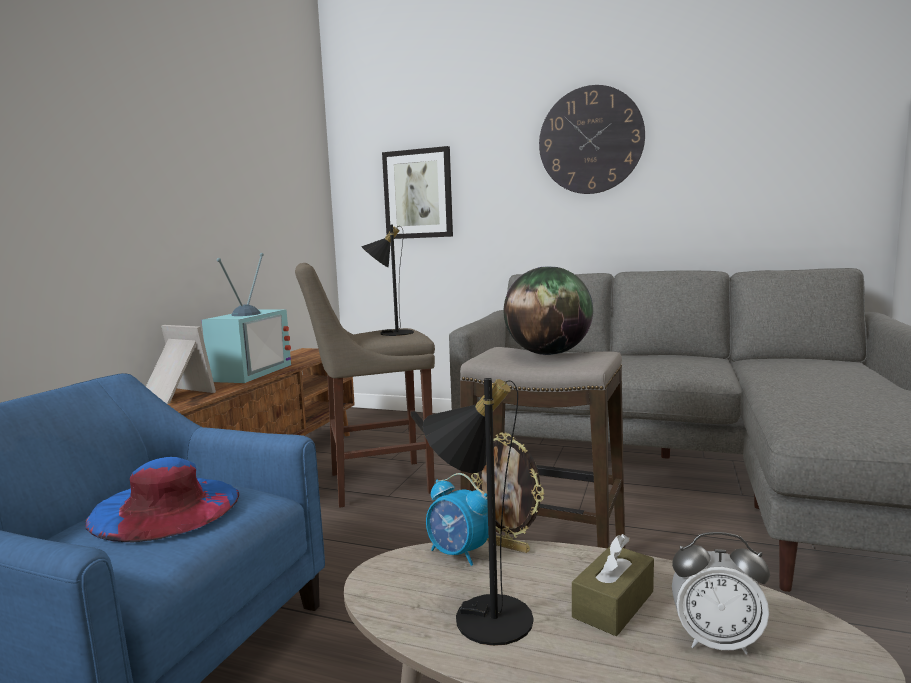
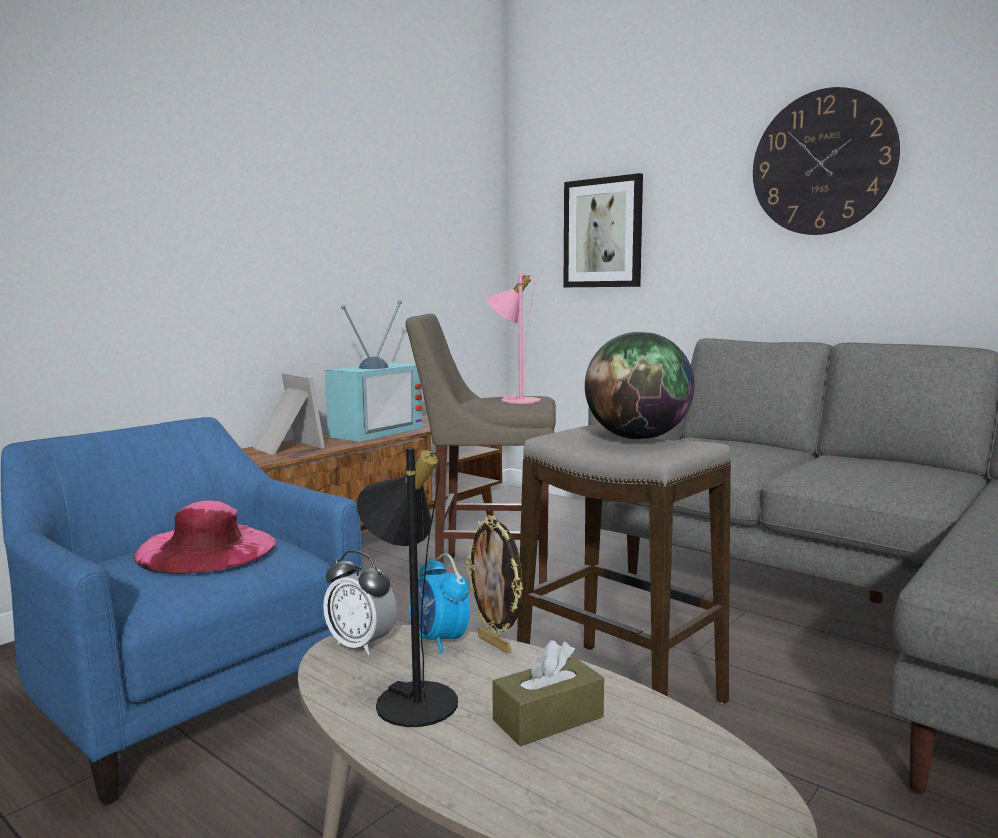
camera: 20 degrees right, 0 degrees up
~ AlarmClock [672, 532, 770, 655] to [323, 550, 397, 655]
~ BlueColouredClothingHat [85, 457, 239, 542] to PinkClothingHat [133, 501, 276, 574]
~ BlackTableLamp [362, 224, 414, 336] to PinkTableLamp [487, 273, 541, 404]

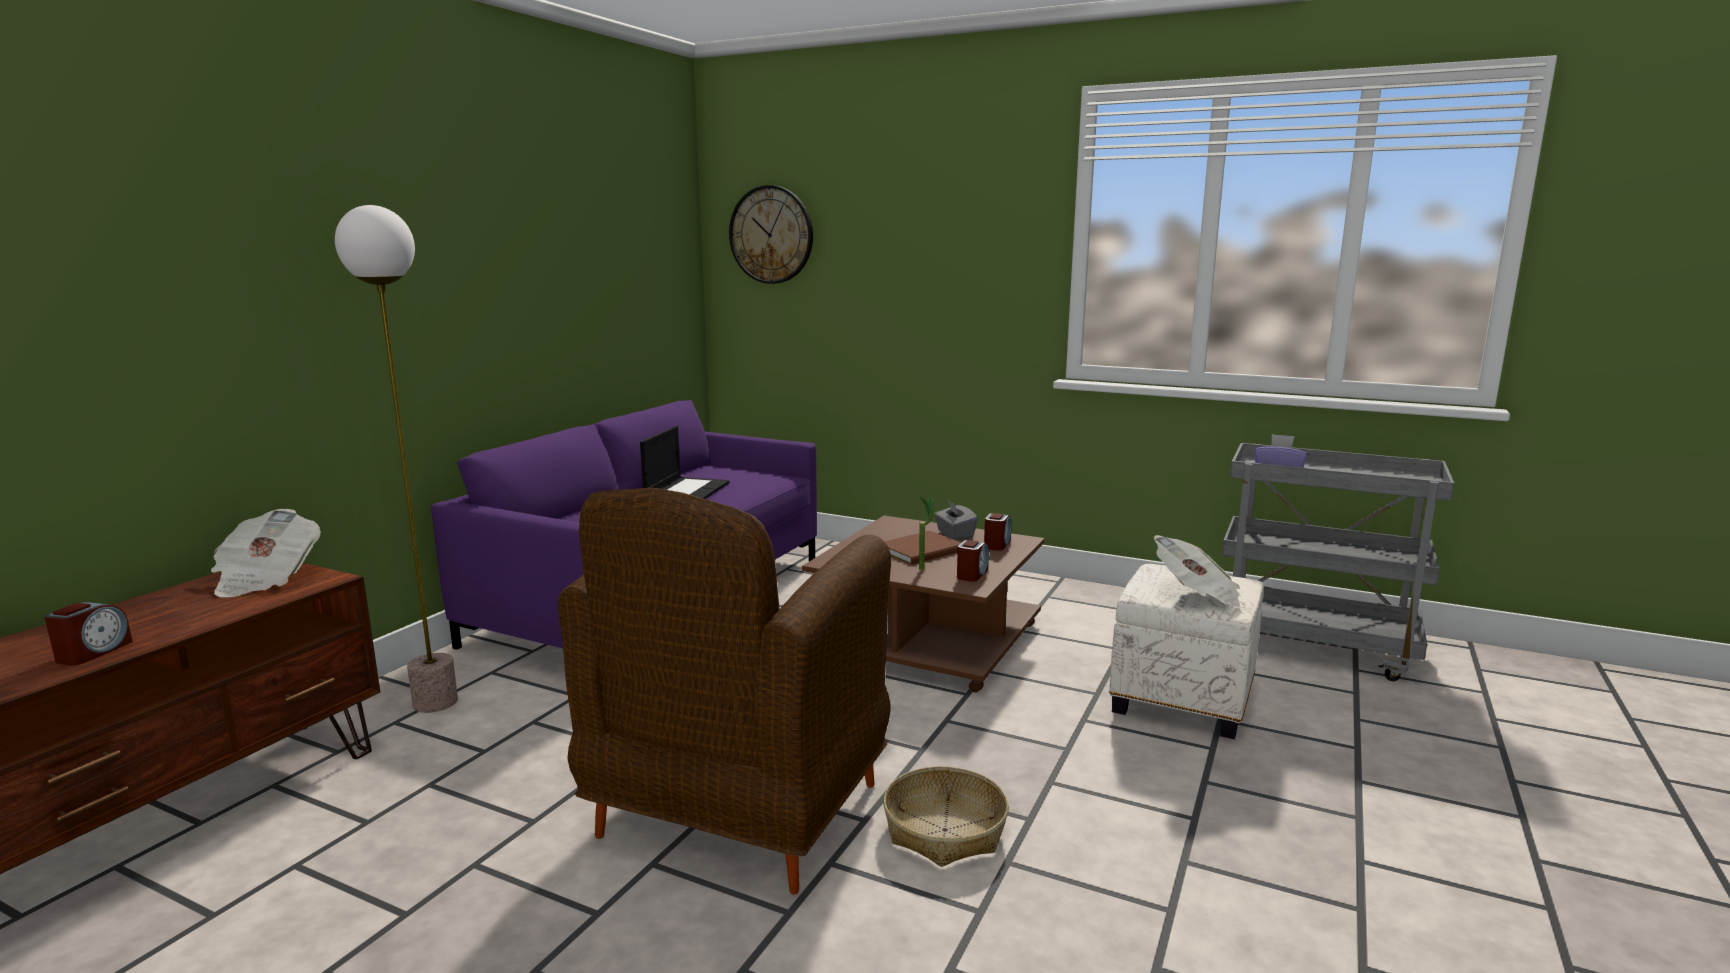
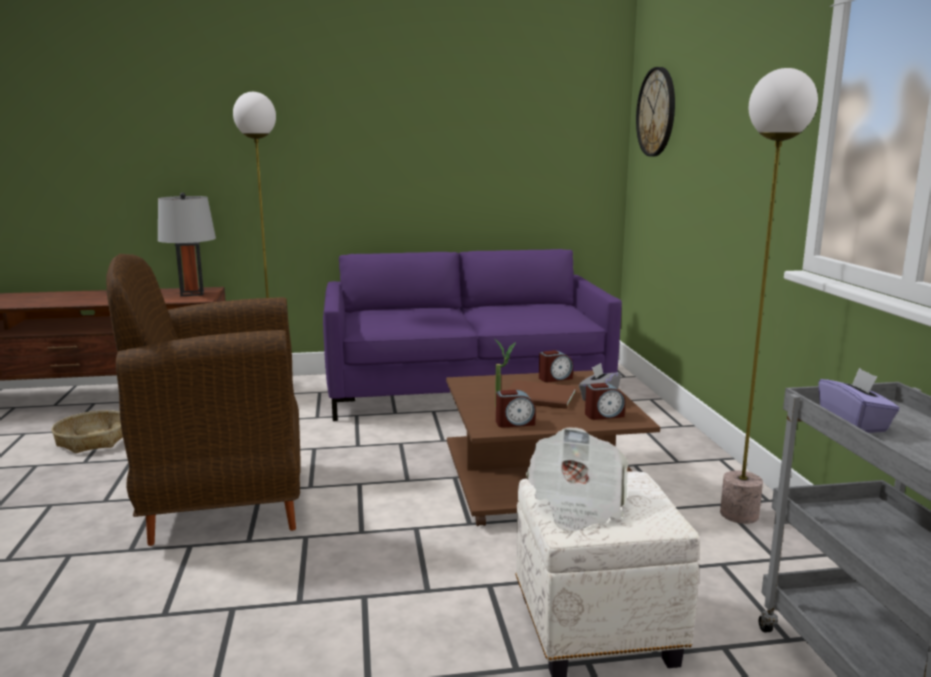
camera: 55 degrees right, 0 degrees up
- Laptop [640, 426, 730, 499]
+ FloorLamp [720, 68, 818, 524]
~ AlarmClock [44, 602, 133, 665] to [539, 350, 573, 382]
~ Basket [883, 766, 1009, 867] to [51, 410, 123, 453]
~ Newspaper [211, 509, 321, 597] to GreyTableLamp [158, 192, 216, 296]

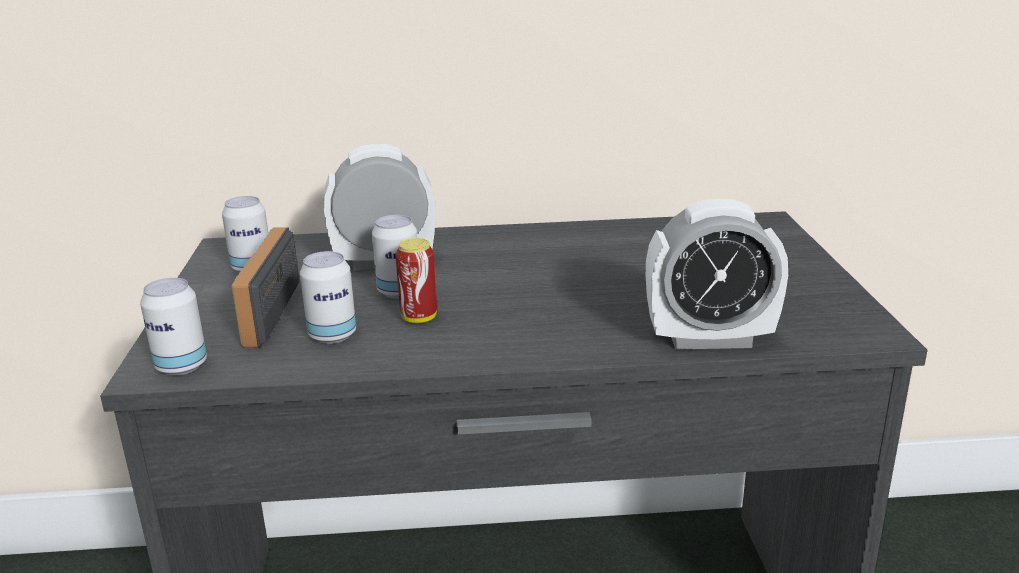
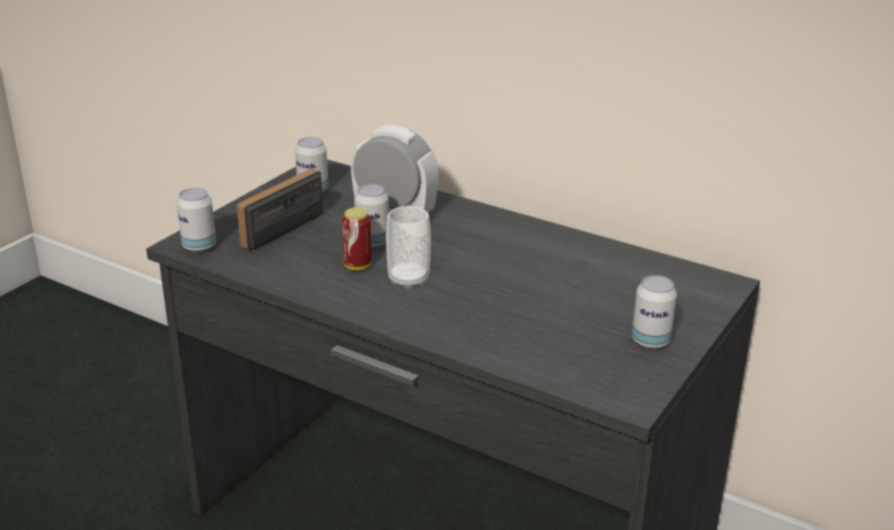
camera: 35 degrees right, 5 degrees up
- AlarmClock [646, 199, 788, 350]
+ Cup [386, 206, 431, 289]
~ MetalCan [300, 251, 356, 344] to [632, 275, 677, 349]

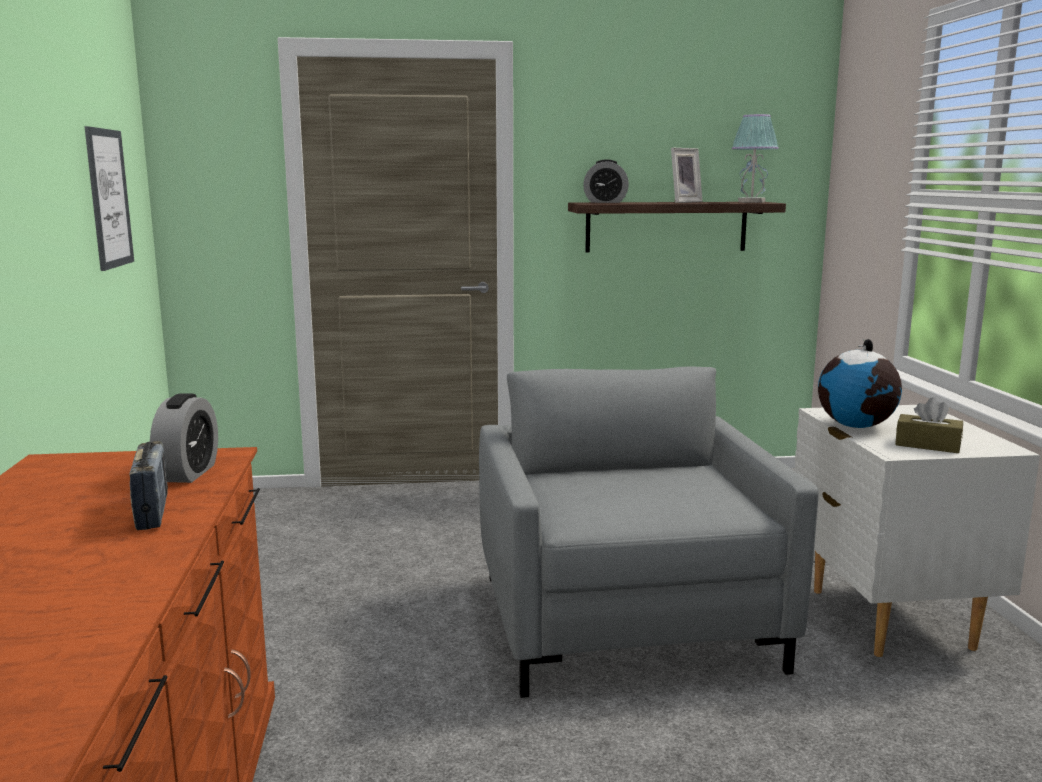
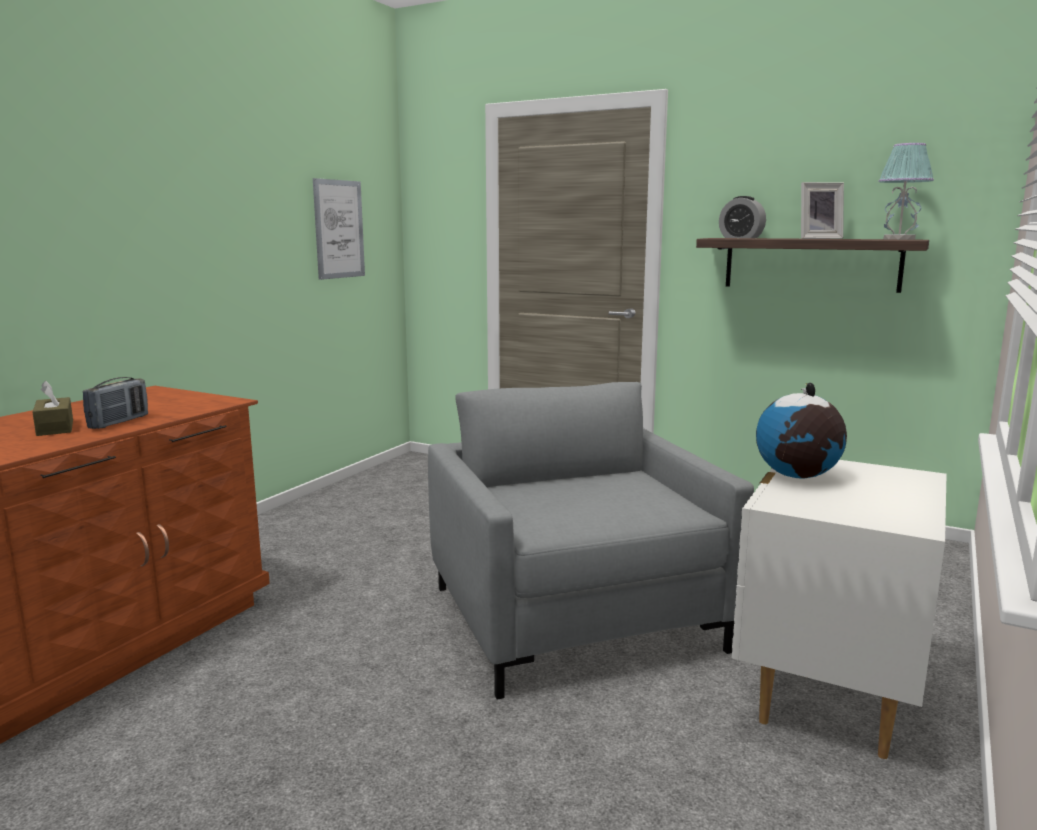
camera: 35 degrees right, 0 degrees up
- AlarmClock [150, 393, 218, 483]
~ BrownishTissueBox [895, 397, 963, 453] to [32, 381, 73, 436]
~ GreyLoungeChair [479, 367, 819, 698] = [428, 382, 754, 700] 45 degrees counterclockwise

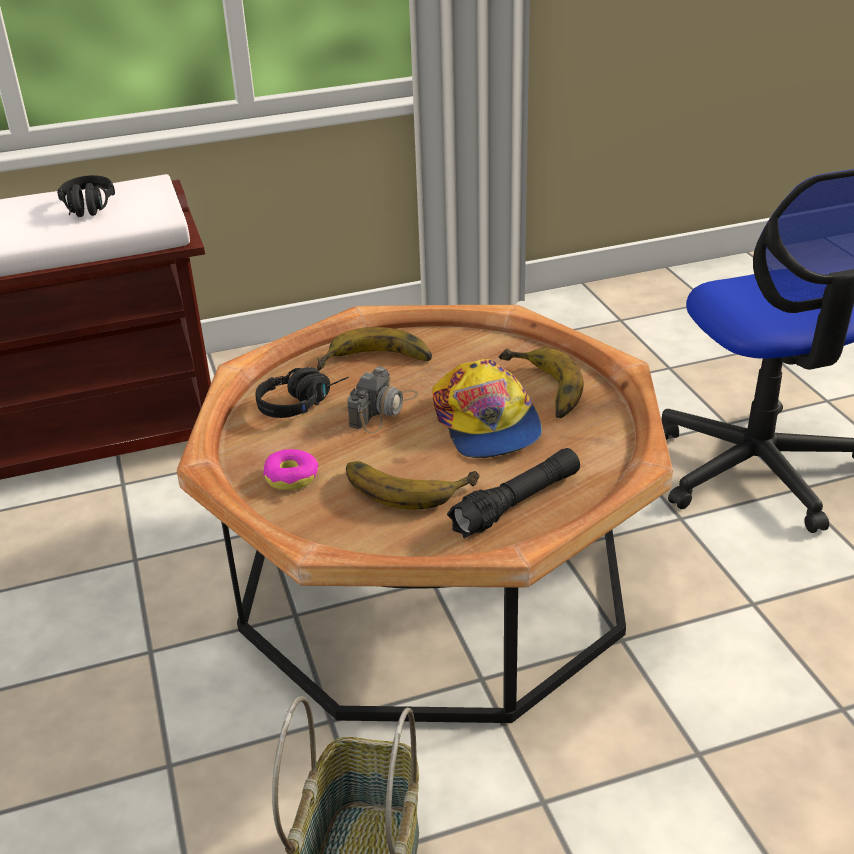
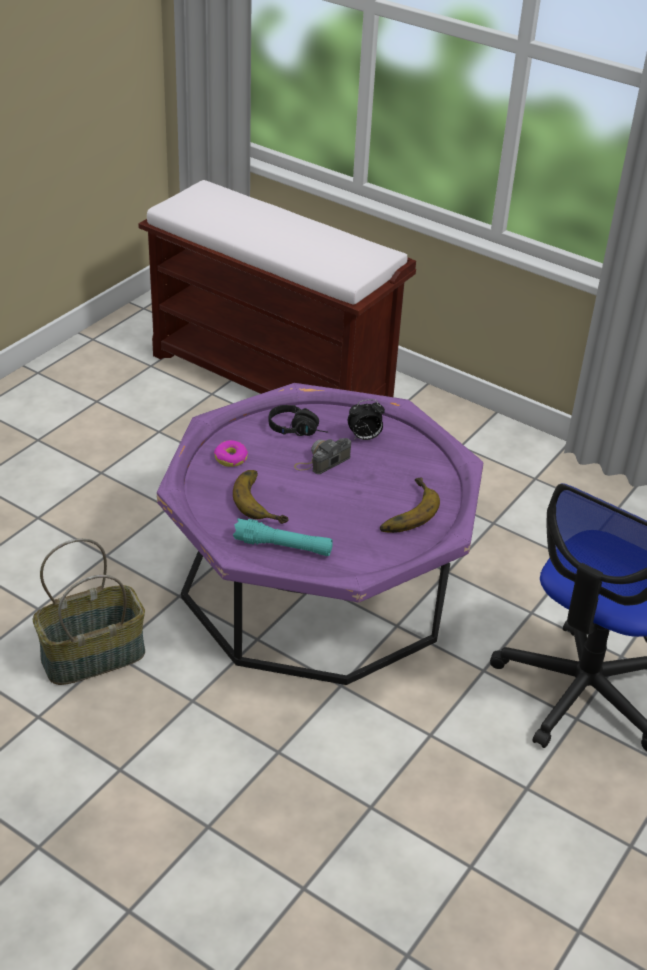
camera: 50 degrees right, 5 degrees up
- BlackHeadset [57, 175, 115, 217]
- BaseballCap [432, 359, 542, 458]
~ Banana [317, 327, 432, 371] to AlarmClock [348, 399, 385, 440]
~ BrownishCoffeeTable [177, 305, 673, 723] to PurpleColouredCoffeeTable [157, 383, 483, 685]
~ BlackFlashlight [447, 448, 580, 538] to TurquoiseFlashlight [233, 518, 333, 556]
~ PhotoCamera [347, 366, 418, 433] = [294, 438, 351, 474] 150 degrees clockwise

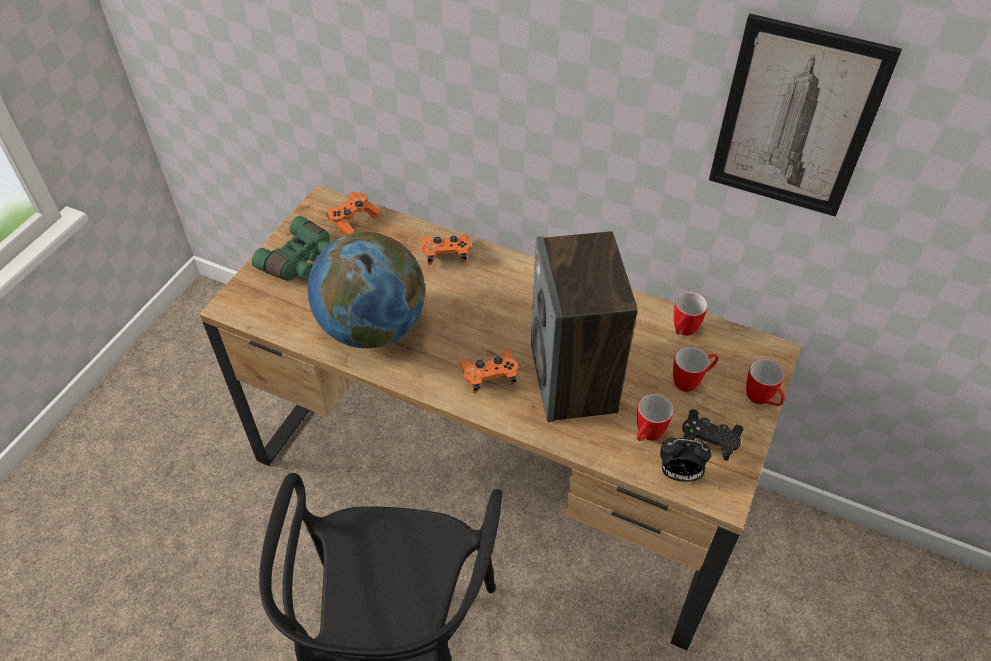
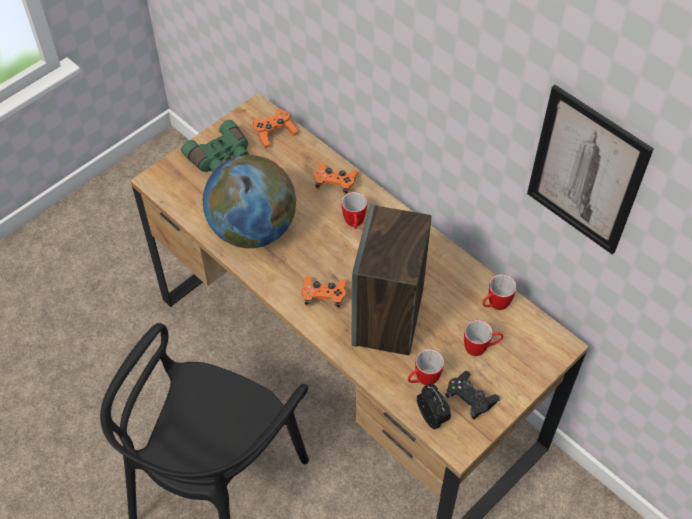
camera: 20 degrees right, 5 degrees up
~ TeaMug [746, 358, 785, 406] to [342, 192, 367, 229]
~ AlarmClock [660, 438, 711, 482] = [417, 384, 451, 429] 150 degrees counterclockwise

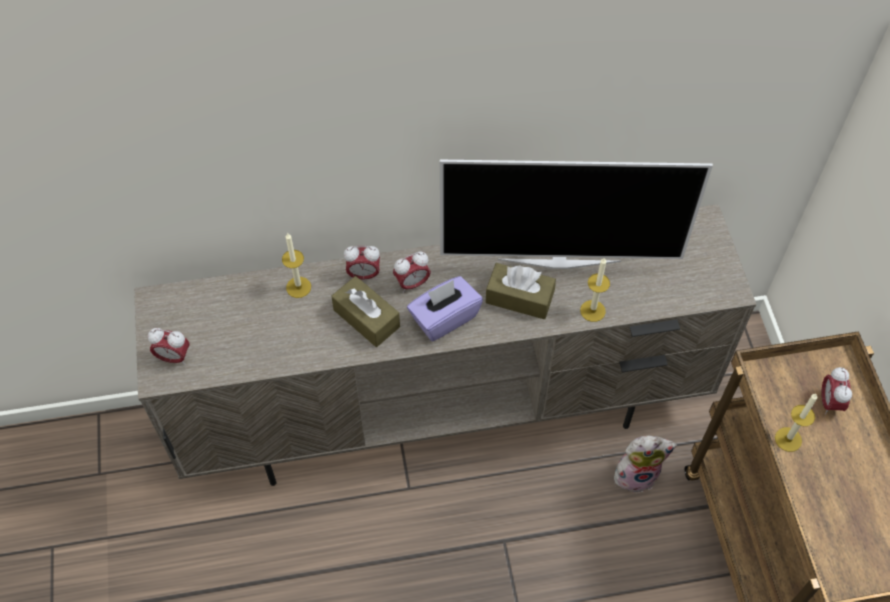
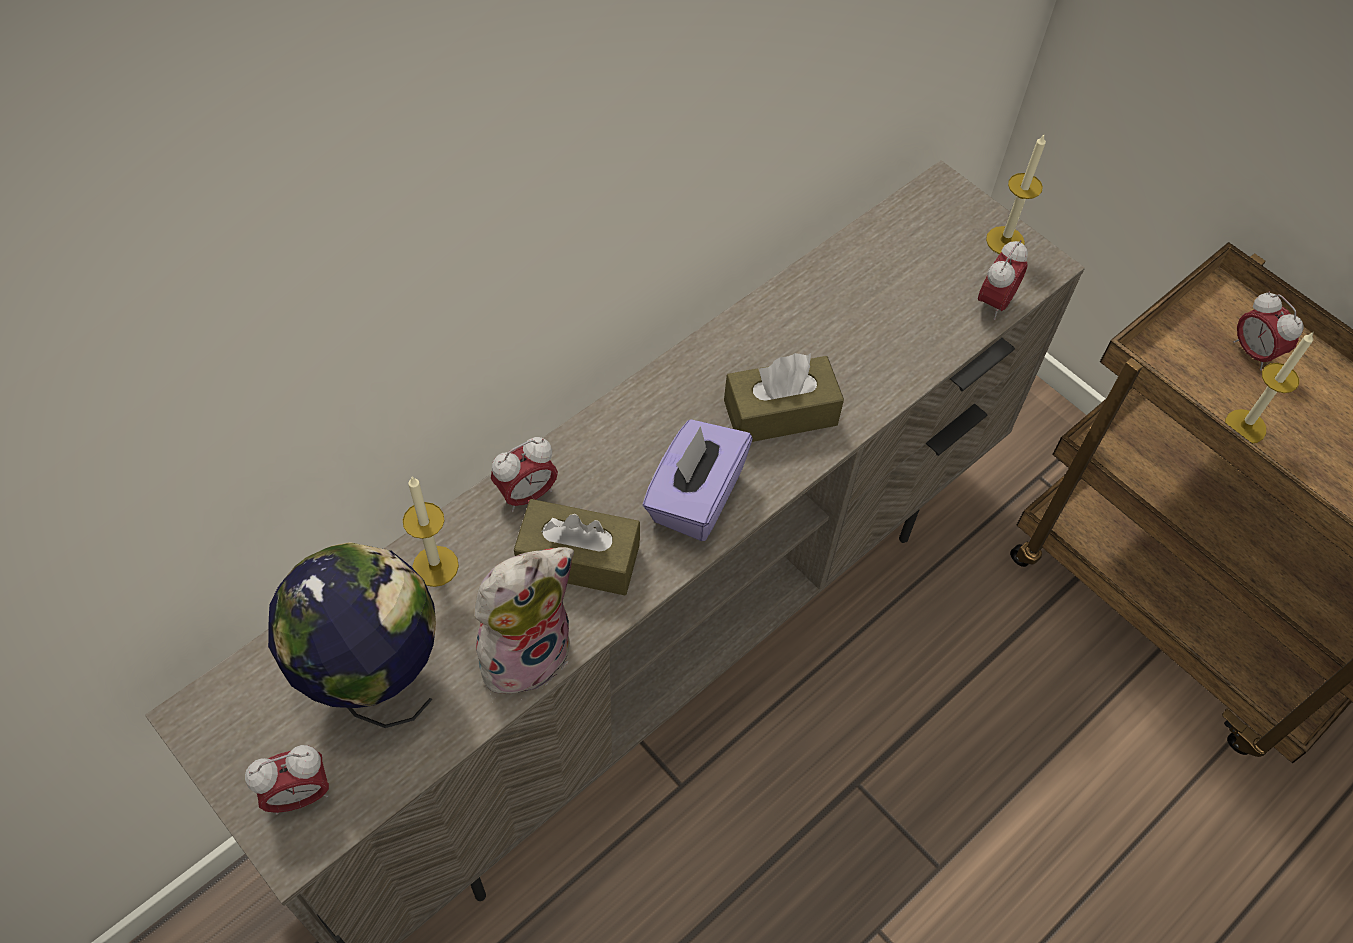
camera: 35 degrees left, 0 degrees up
- Television [440, 160, 713, 269]
+ DeskGlobe [268, 542, 436, 728]
~ AlarmClock [393, 251, 431, 293] to [978, 240, 1028, 320]
~ WaxLight [580, 257, 610, 322] to [986, 135, 1046, 254]
~ SoftToy [614, 435, 677, 493] to [475, 547, 574, 701]

